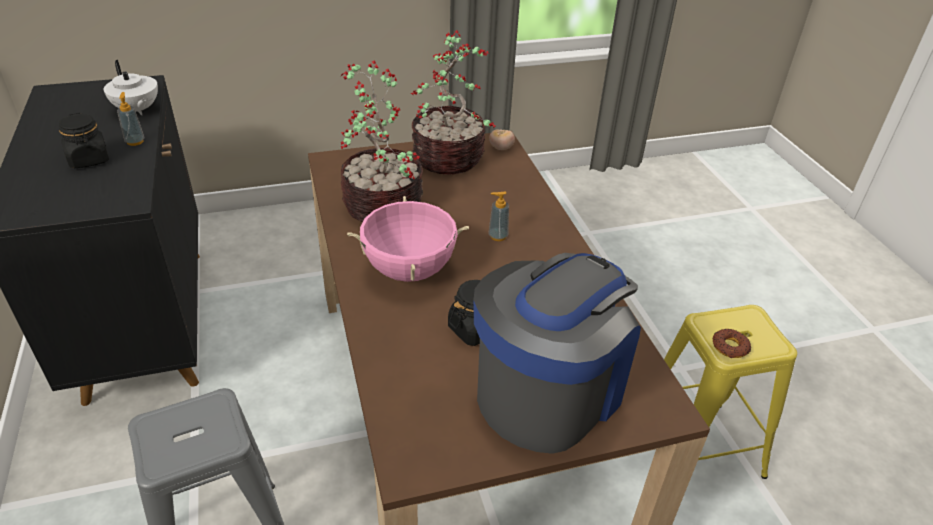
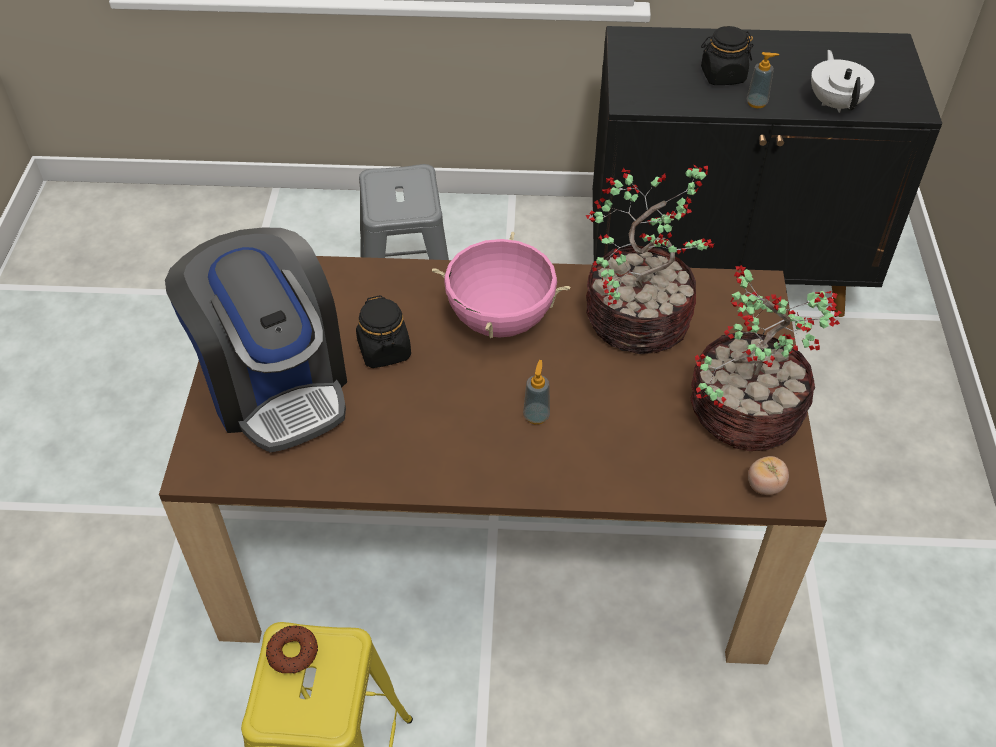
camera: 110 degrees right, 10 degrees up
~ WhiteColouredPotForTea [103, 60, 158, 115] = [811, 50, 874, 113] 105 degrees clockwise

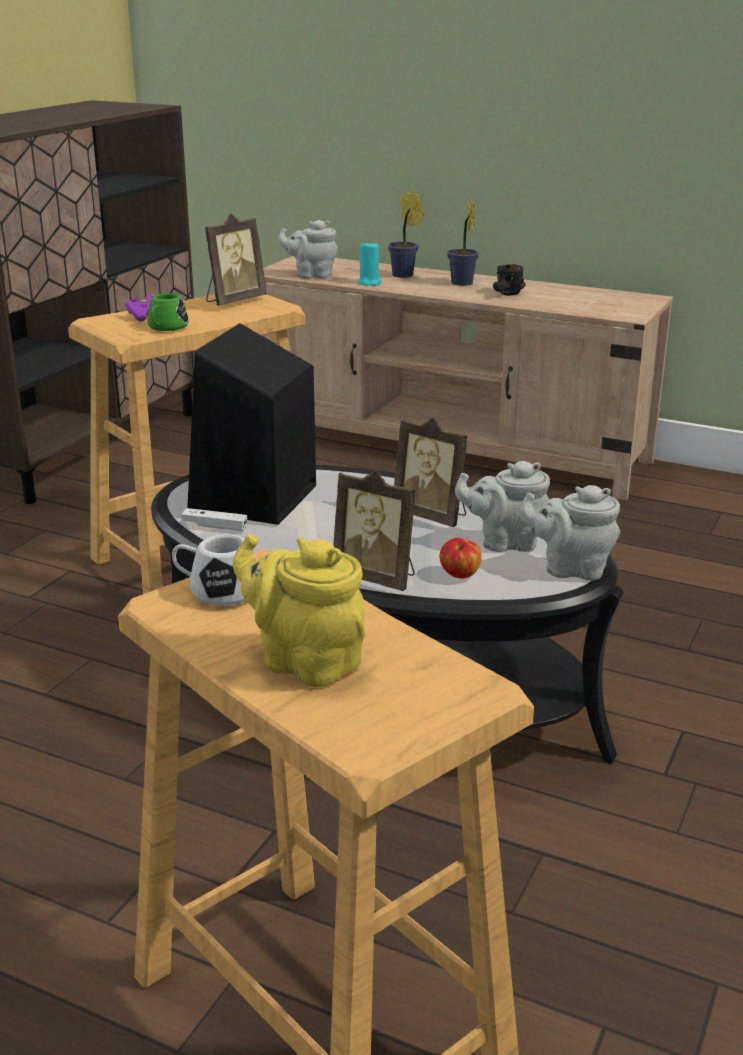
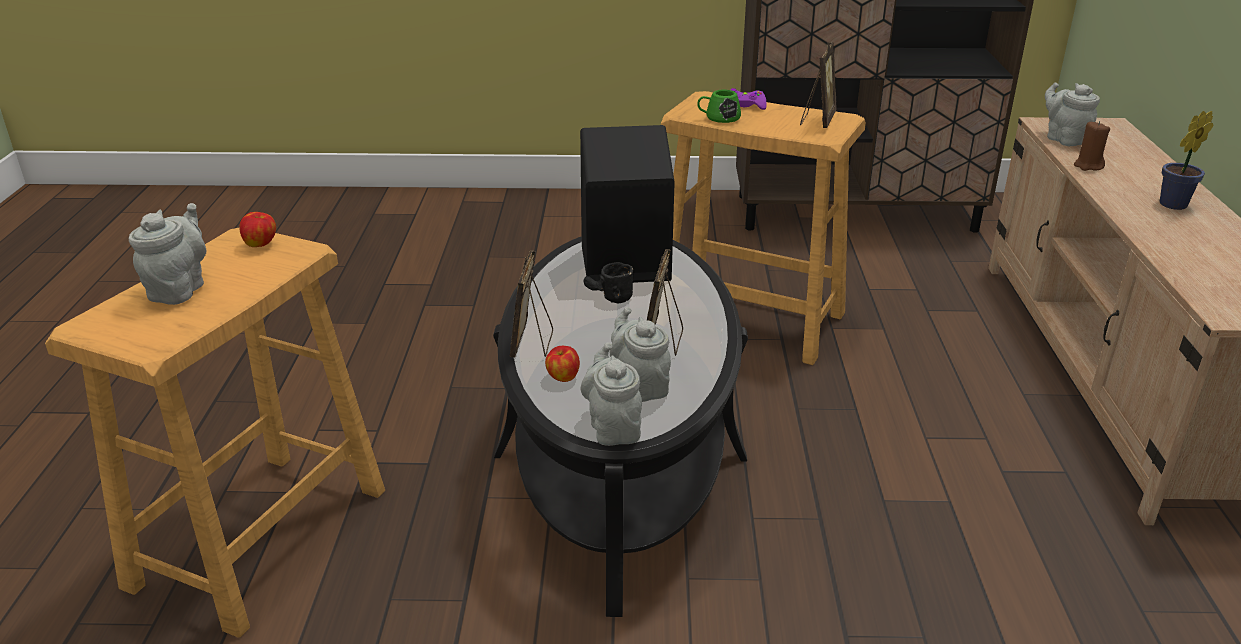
camera: 65 degrees right, 5 degrees up
- WhiteColouredGamepad [181, 508, 247, 531]
- PottedPlant [388, 191, 424, 278]
~ BlackTeaMug [493, 264, 526, 296] to [583, 262, 633, 304]
~ WhiteColouredTeaMug [172, 534, 254, 606] to Apple [239, 212, 276, 247]
~ YellowPotForTea [233, 534, 365, 687] to GreyPotForTea [129, 203, 207, 305]
~ TurquoiseWaxLight [357, 240, 382, 286] to BrownishWaxLight [1074, 121, 1110, 171]
~ PhotoFrame [205, 213, 267, 306] = [800, 42, 837, 128] 90 degrees counterclockwise

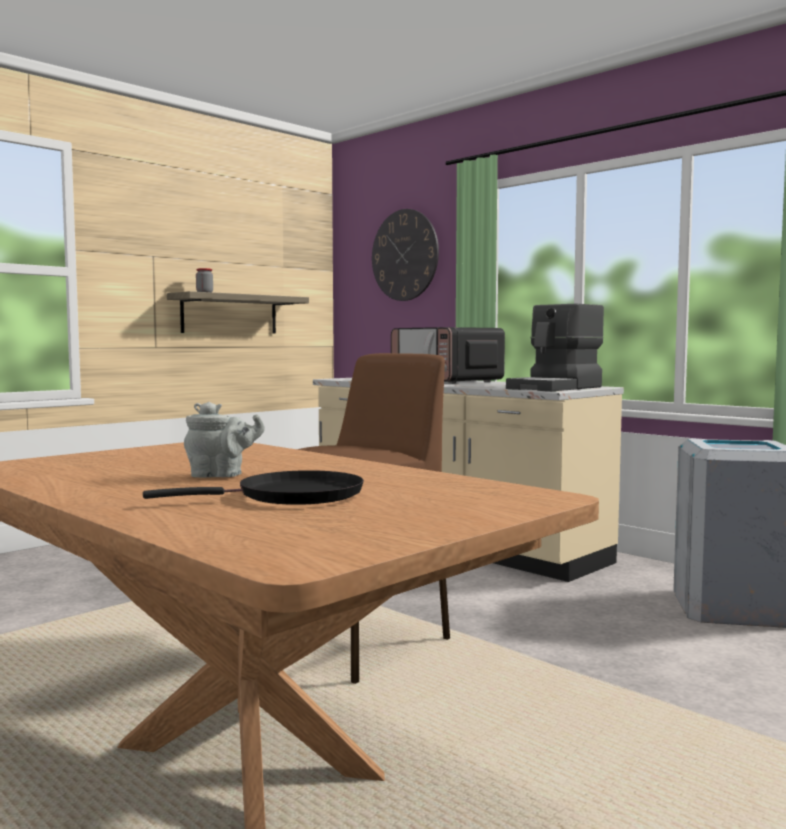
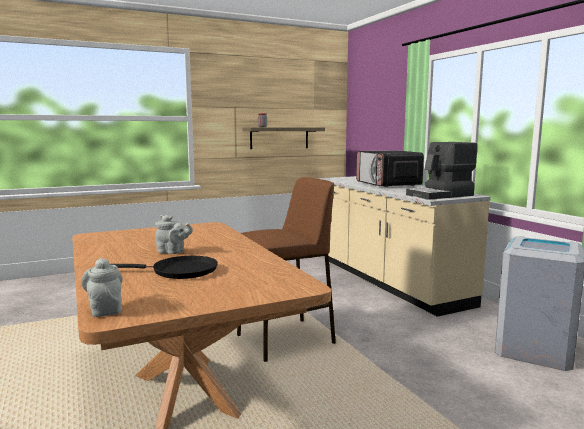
camera: 20 degrees right, 5 degrees up
- WallClock [372, 209, 439, 301]
+ GreyPotForTea [81, 258, 123, 317]

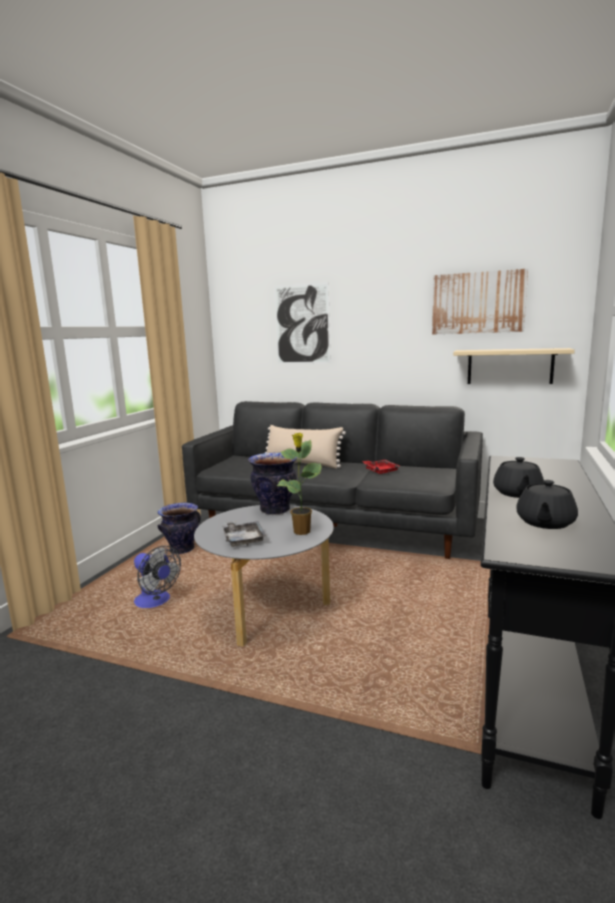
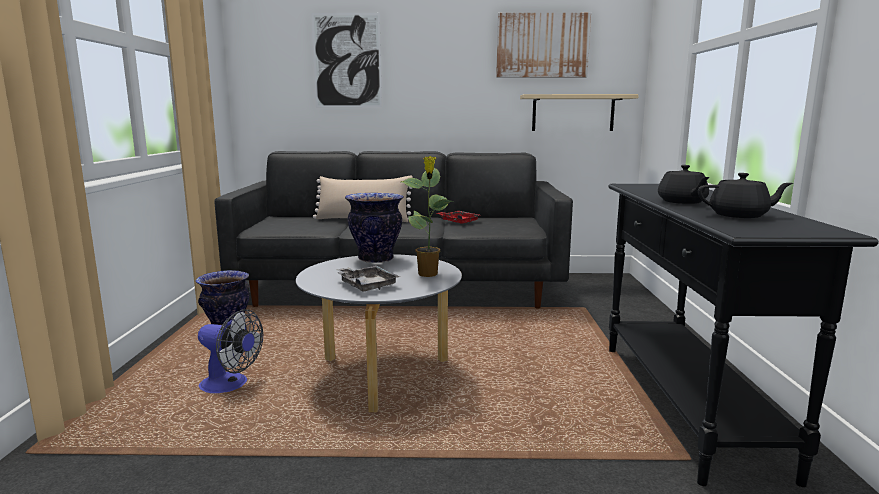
camera: 20 degrees left, 0 degrees up
~ BlackPotForTea [516, 480, 578, 529] = [698, 173, 793, 218] 90 degrees counterclockwise

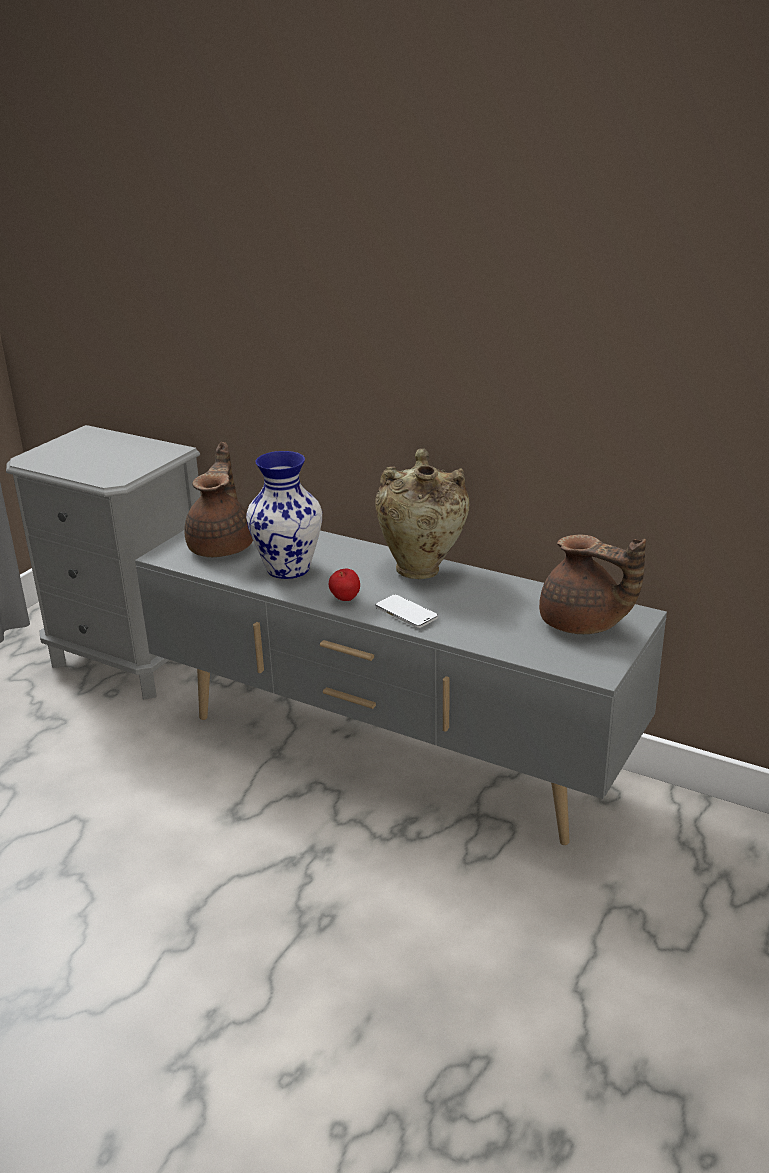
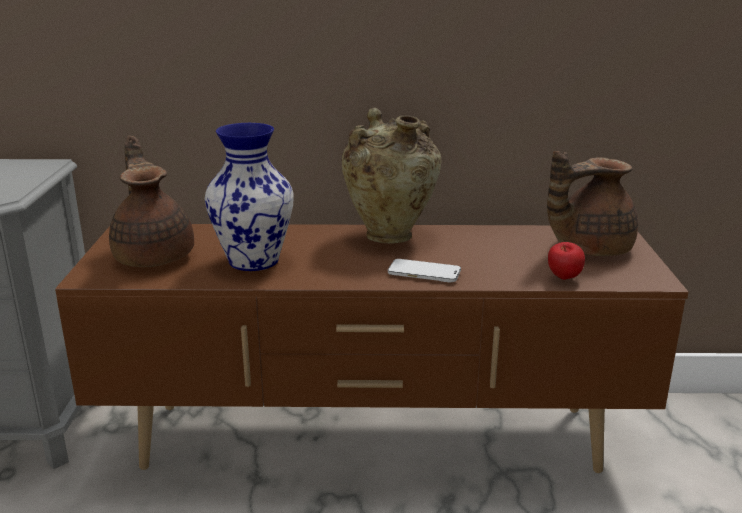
camera: 30 degrees left, 5 degrees down
~ Apple [329, 569, 360, 601] to [548, 242, 585, 280]
~ GreyTvUnit [135, 530, 667, 845] to BrownishTvUnit [55, 224, 688, 473]
~ BrownishPotForTea [539, 535, 646, 634] = [547, 151, 638, 256] 150 degrees clockwise

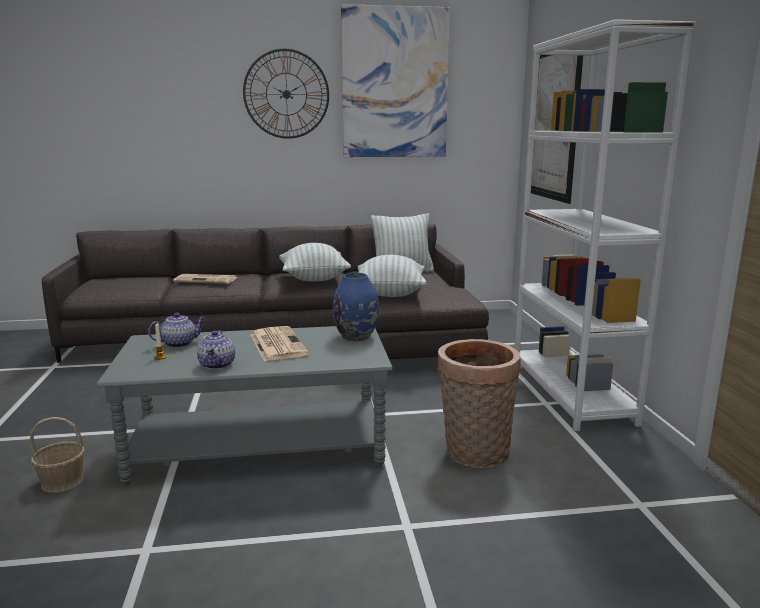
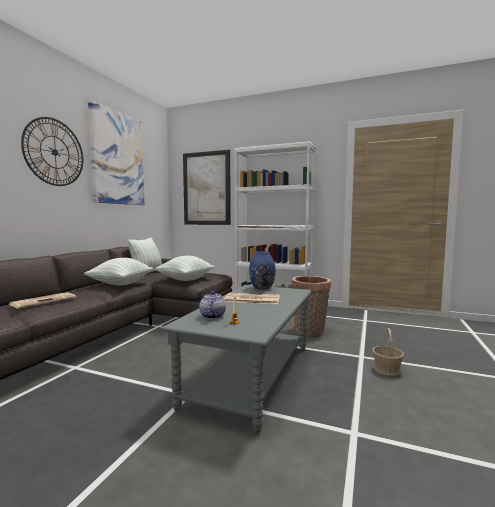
camera: 60 degrees left, 10 degrees down
- PotForTea [197, 330, 235, 370]
~ Basket [30, 417, 85, 493] to [372, 328, 404, 376]

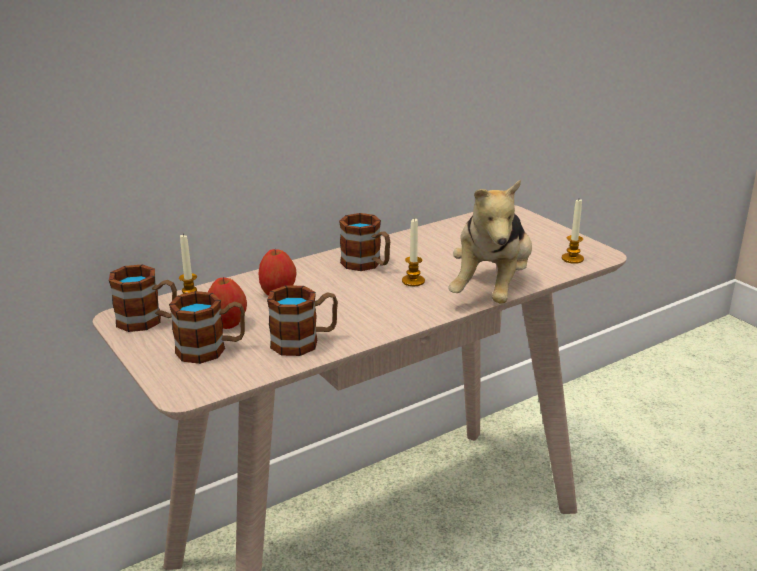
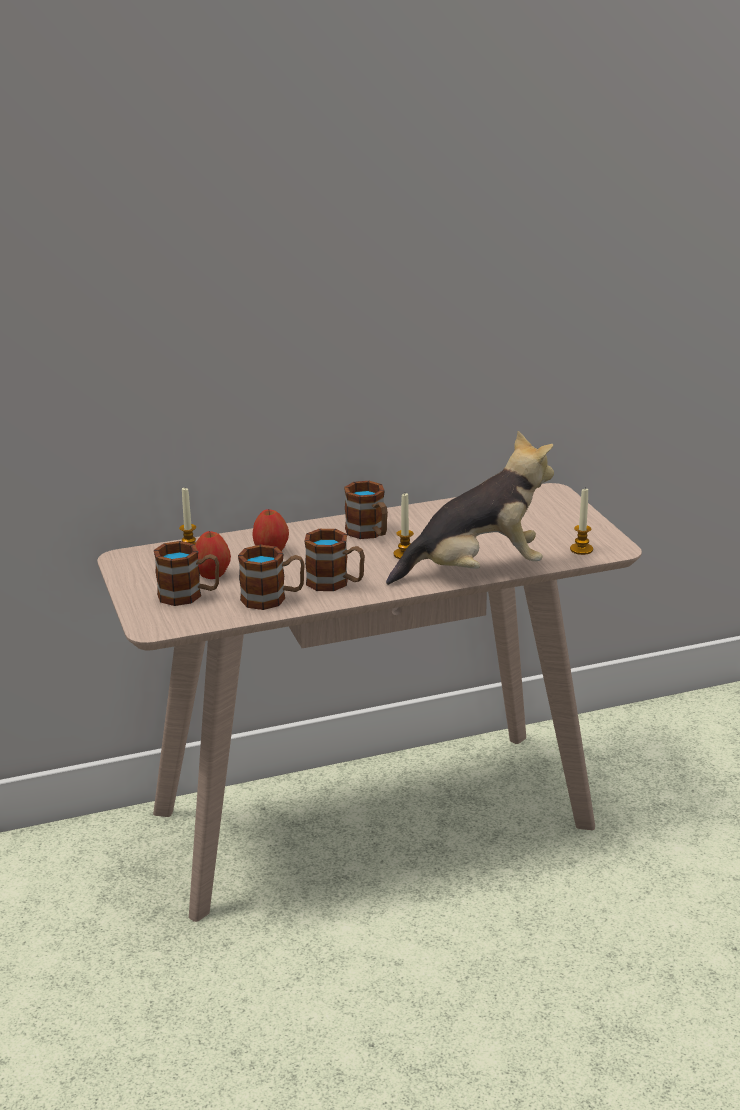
camera: 15 degrees right, 0 degrees up
~ TeaMug [109, 264, 177, 332] to [305, 529, 365, 591]
~ SoftToy [448, 179, 532, 304] = [386, 431, 554, 585] 135 degrees counterclockwise

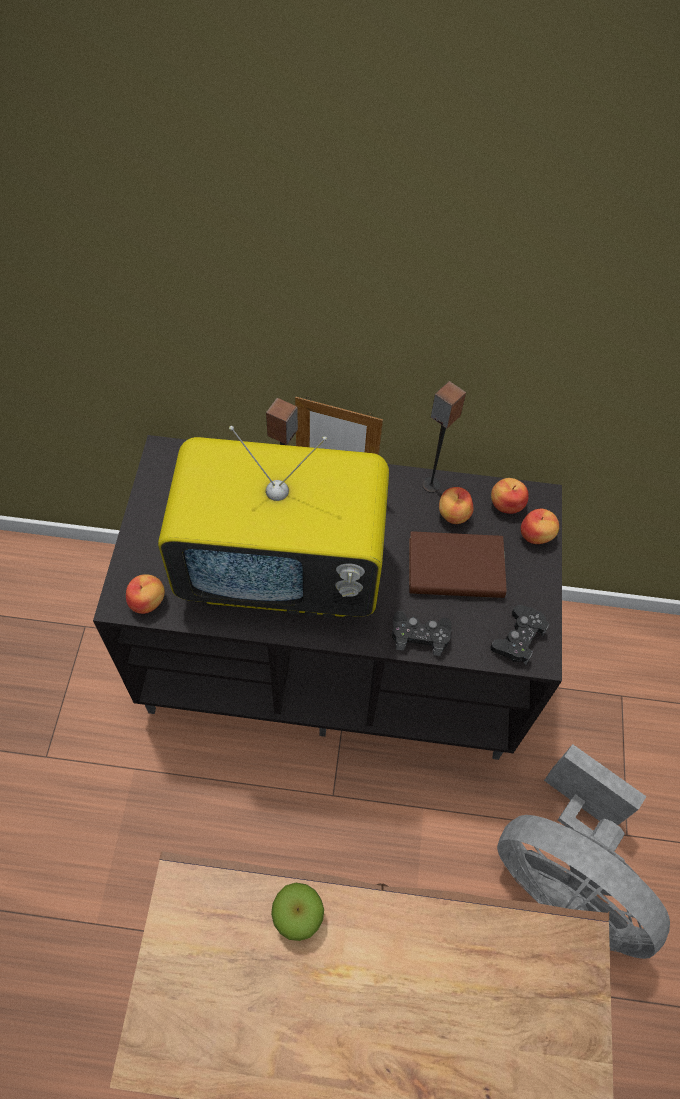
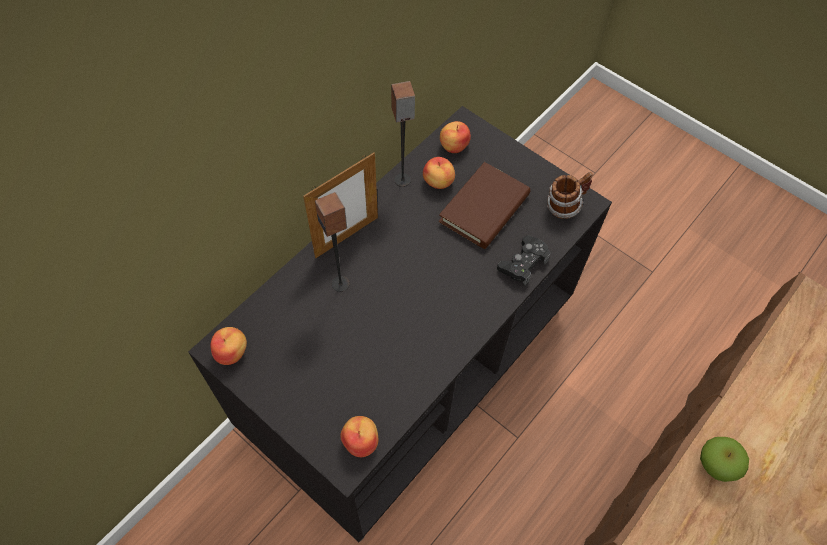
camera: 55 degrees left, 0 degrees up
- Television [158, 426, 389, 618]
- GreyElectricFan [497, 744, 670, 959]
~ Apple [521, 509, 559, 544] to [210, 327, 247, 365]
~ BlackGamepad [490, 605, 549, 665] to TeaMug [547, 172, 593, 219]

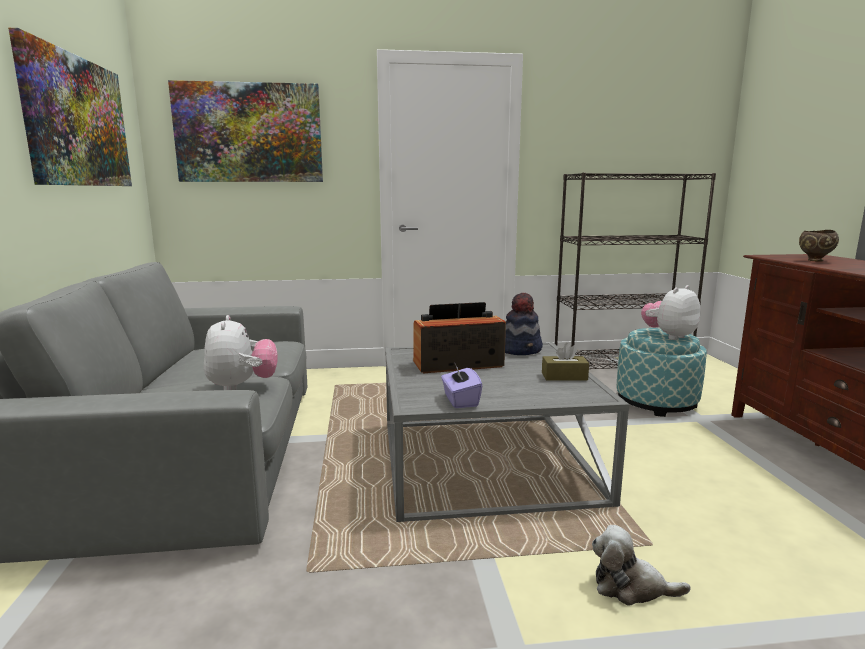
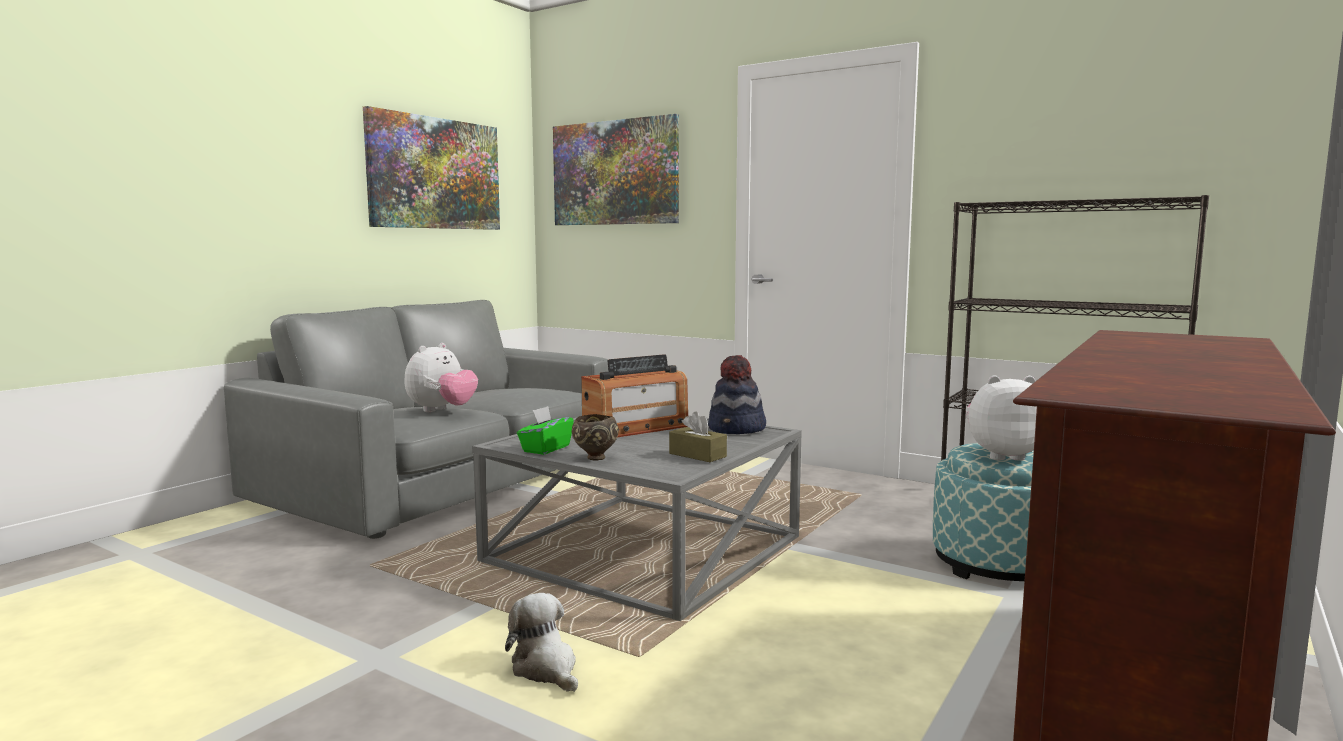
camera: 40 degrees right, 5 degrees down
~ BrownishDeepDish [799, 230, 839, 261] to [572, 414, 619, 461]
~ PurpleColouredTissueBox [441, 364, 482, 408] to GreenColouredTissueBox [517, 406, 574, 455]
~ Radio [413, 302, 506, 374] = [581, 354, 688, 437] 120 degrees clockwise

